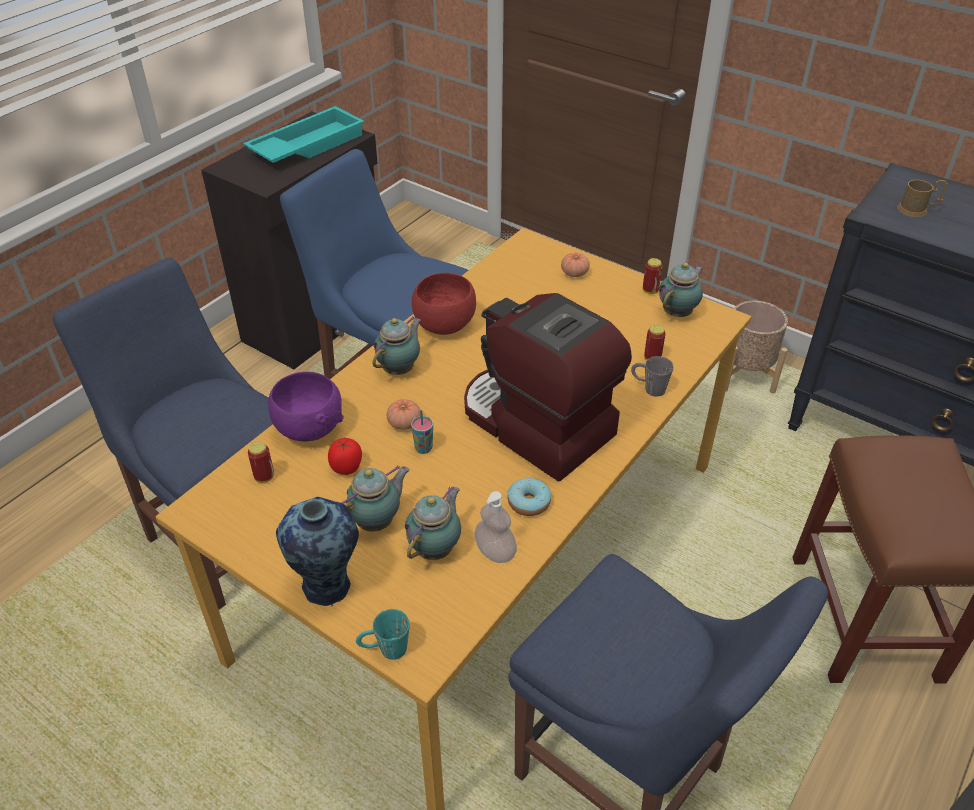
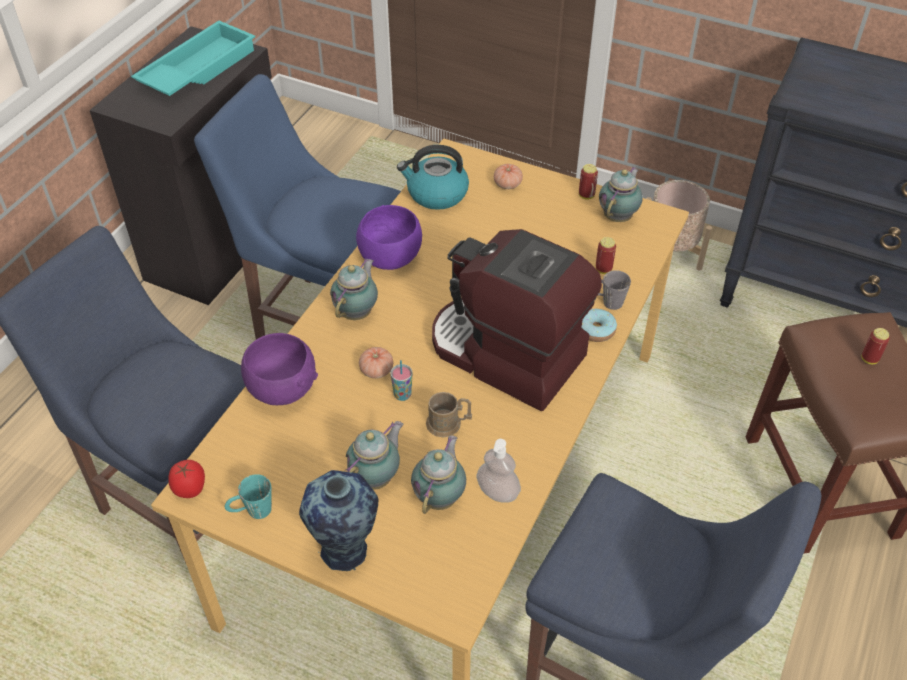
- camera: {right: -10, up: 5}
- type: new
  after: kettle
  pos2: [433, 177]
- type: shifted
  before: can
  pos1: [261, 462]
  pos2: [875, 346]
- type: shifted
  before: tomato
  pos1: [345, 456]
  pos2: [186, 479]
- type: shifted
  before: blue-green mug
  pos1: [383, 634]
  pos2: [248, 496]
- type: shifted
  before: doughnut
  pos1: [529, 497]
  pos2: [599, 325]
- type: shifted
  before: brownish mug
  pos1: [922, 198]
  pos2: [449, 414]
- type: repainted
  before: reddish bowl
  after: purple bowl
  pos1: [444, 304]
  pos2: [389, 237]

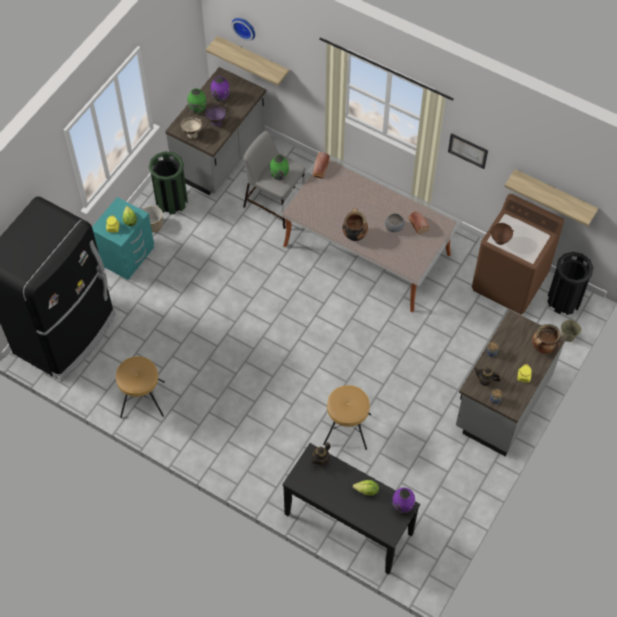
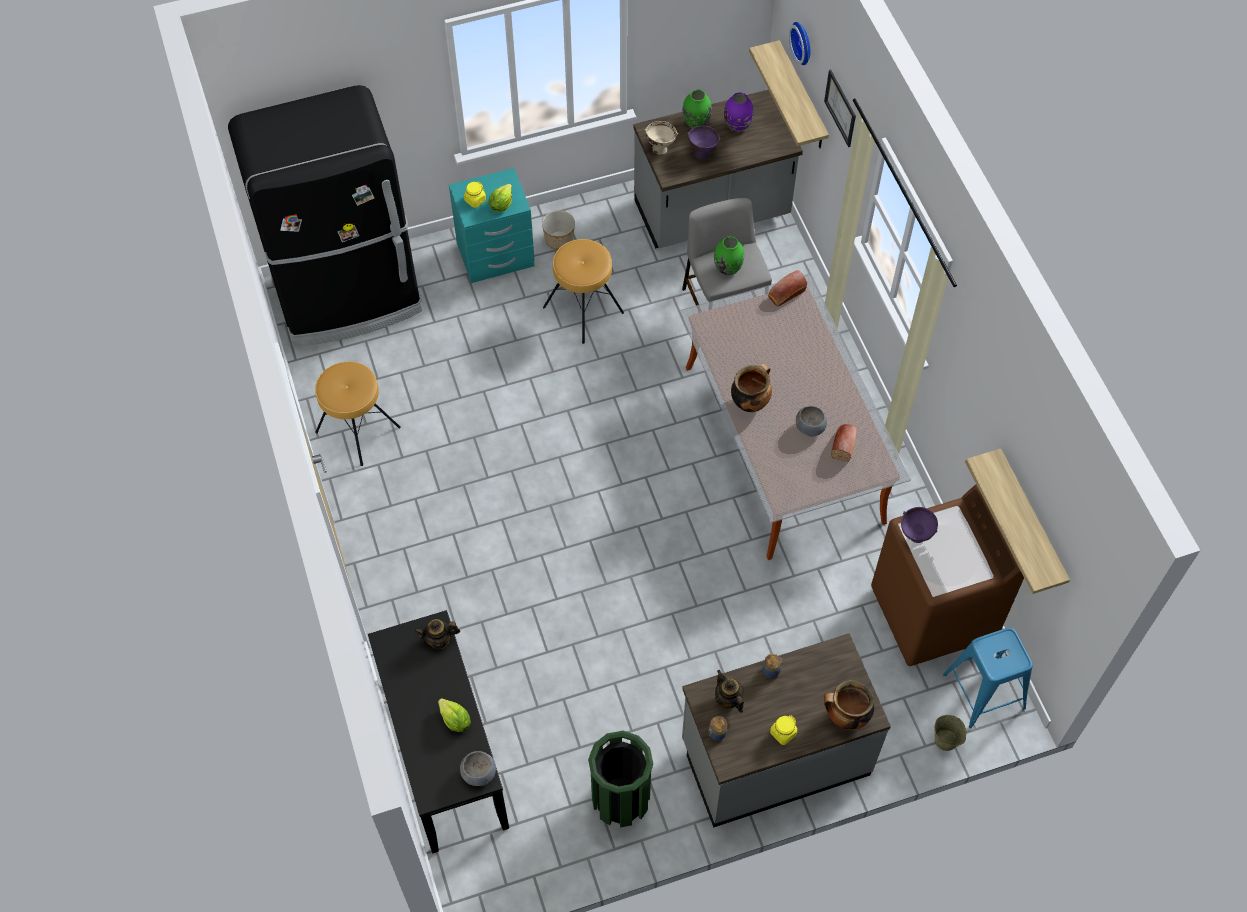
- camera: {right: 40, up: 0}
- type: shifted
  before: green rubbish bin
  pos1: [168, 182]
  pos2: [620, 779]
- type: shifted
  before: brownish stool
  pos1: [347, 417]
  pos2: [583, 291]
- type: shifted
  before: wall picture
  pos1: [468, 151]
  pos2: [840, 108]
- type: swapped
  before: purple flower vase
  after: gray bowl
  pos1: [403, 500]
  pos2: [478, 768]
- type: swapped
  before: black-coloured rubbish bin
  after: blue stool
  pos1: [570, 283]
  pos2: [988, 677]
- type: repainted
  before: brownish bowl
  after: purple bowl
  pos1: [502, 234]
  pos2: [919, 525]

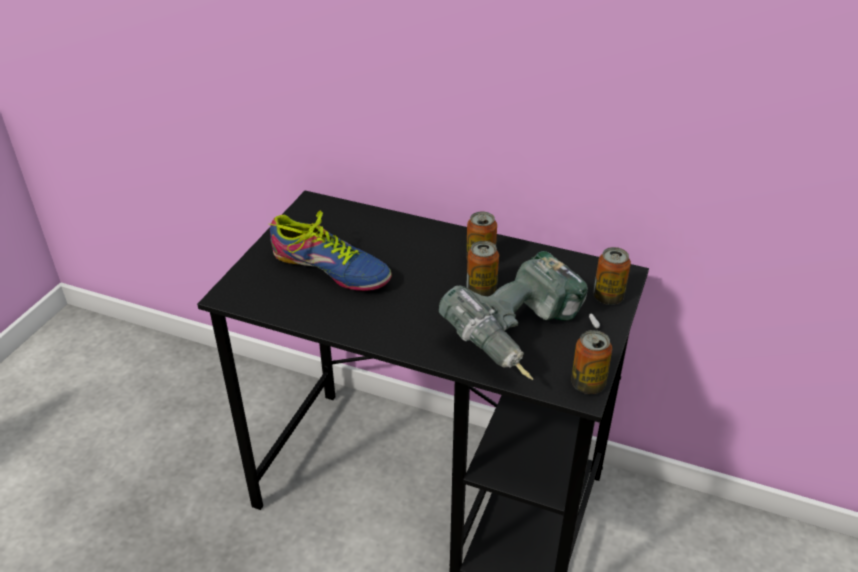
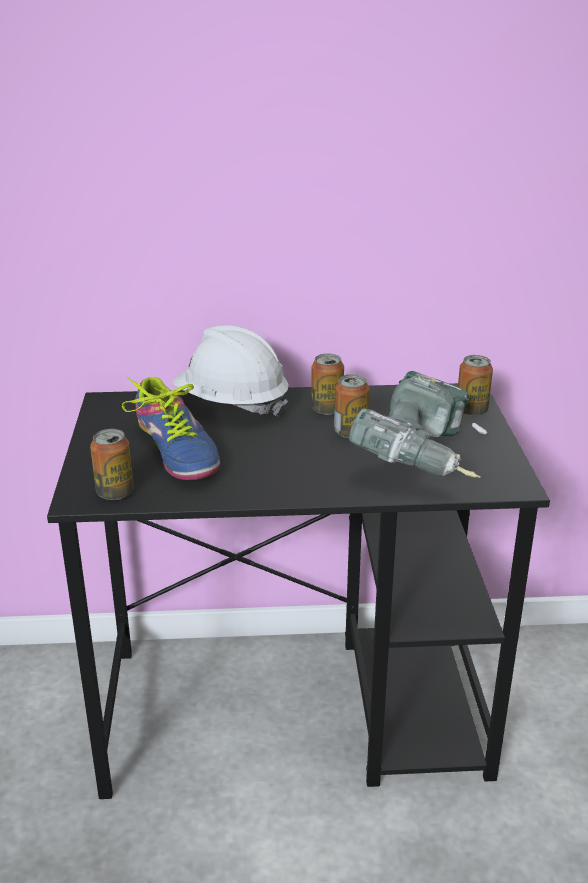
- camera: {right: -25, up: -10}
- type: new
  after: white hard hat
  pos2: [231, 371]
- type: shifted
  before: can
  pos1: [591, 362]
  pos2: [112, 464]
- type: rotated
  before: low shoe
  pos1: [330, 251]
  pos2: [171, 428]
  turn: 60

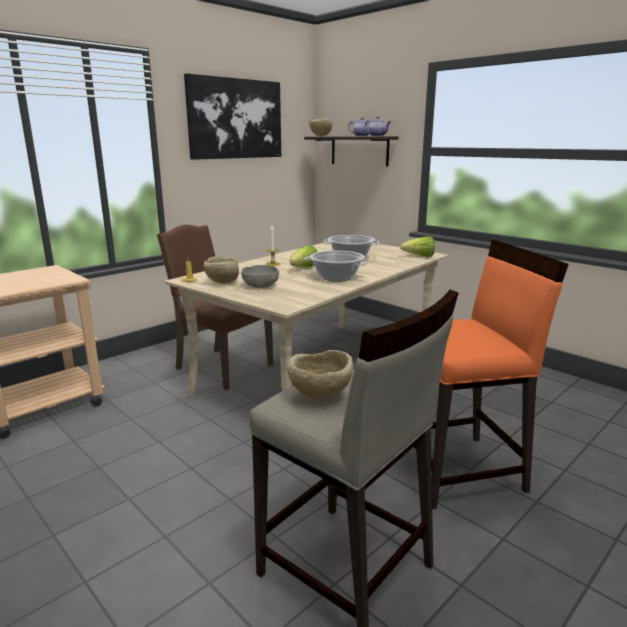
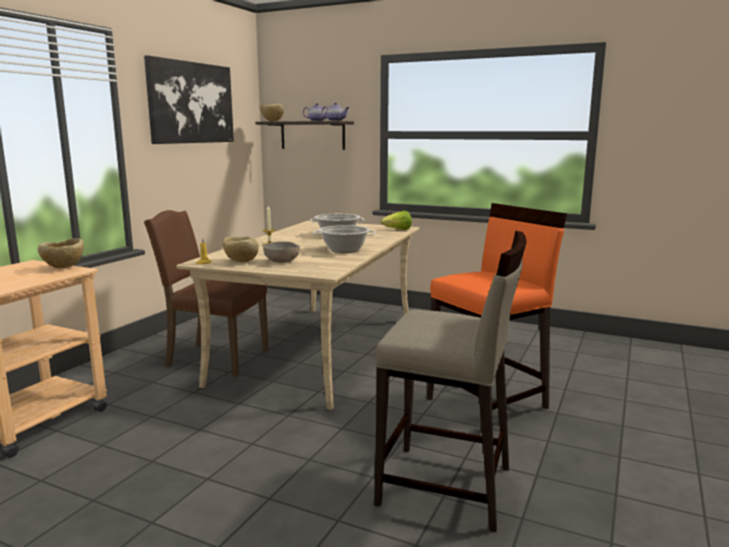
- camera: {right: -20, up: -5}
- type: gone
  before: lettuce head
  pos1: [303, 256]
- type: shifted
  before: beige bowl
  pos1: [320, 374]
  pos2: [61, 253]

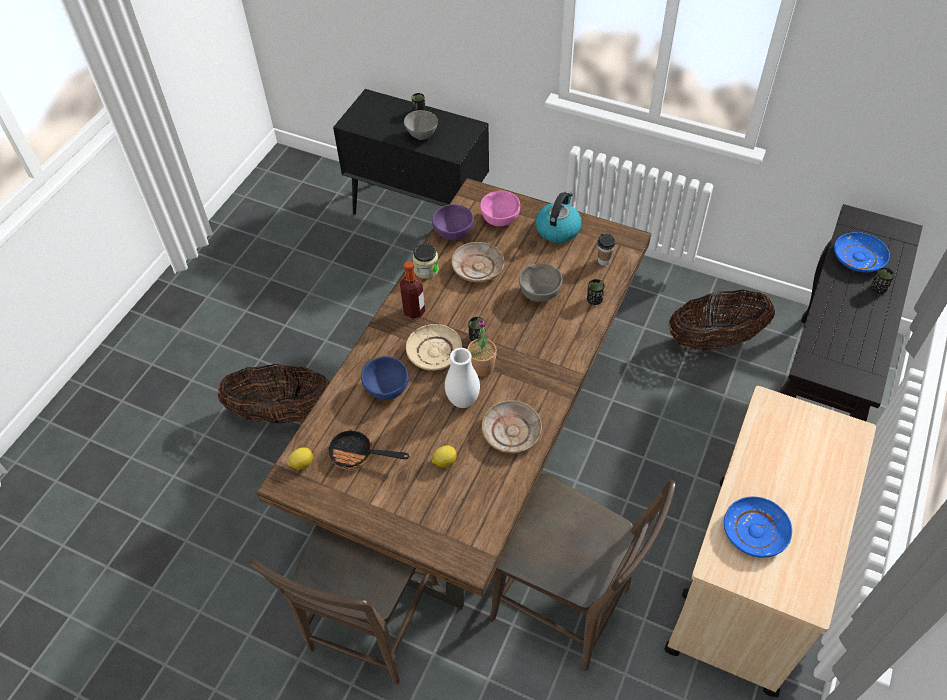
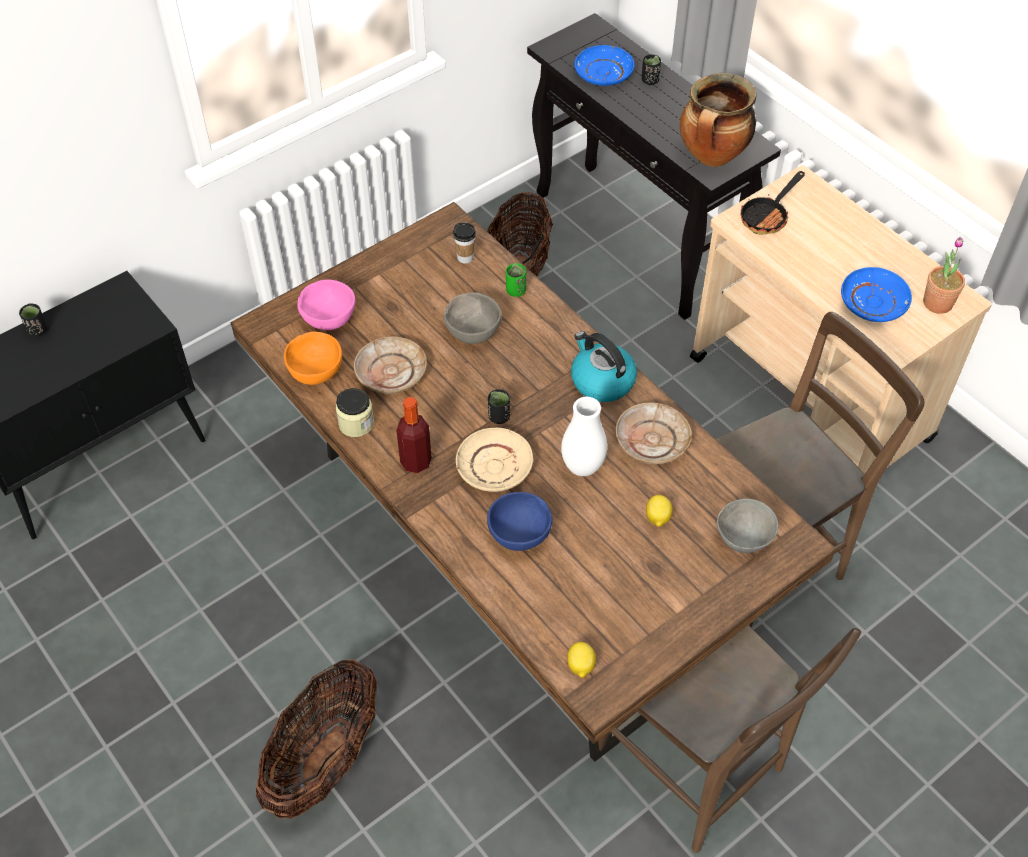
- camera: {right: -65, up: 0}
- type: new
  after: saucepot
  pos2: [718, 120]
- type: shifted
  before: frying pan
  pos1: [368, 448]
  pos2: [773, 203]
- type: shifted
  before: gray bowl
  pos1: [421, 125]
  pos2: [747, 526]
- type: shifted
  before: houseplant
  pos1: [482, 348]
  pos2: [944, 275]
- type: shifted
  before: kettle
  pos1: [558, 217]
  pos2: [604, 366]
- type: repainted
  before: purple bowl
  after: orangey bowl
  pos1: [453, 222]
  pos2: [313, 358]
- type: repainted
  before: black-coloured drinking cup
  after: green drinking cup
  pos1: [596, 292]
  pos2: [516, 280]

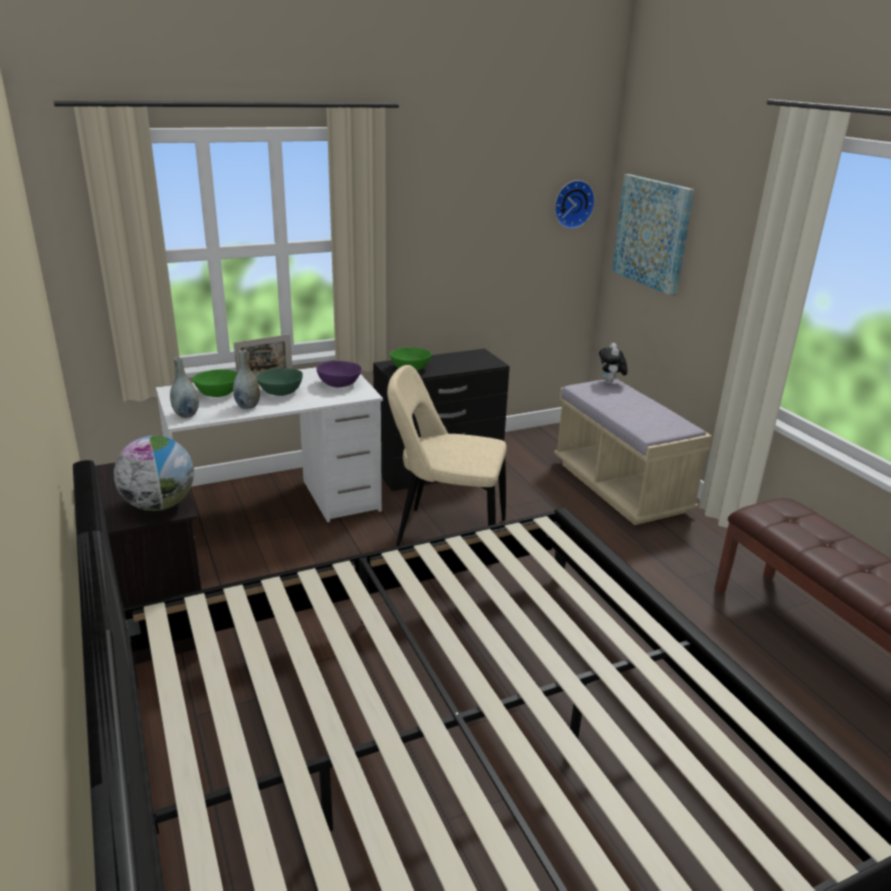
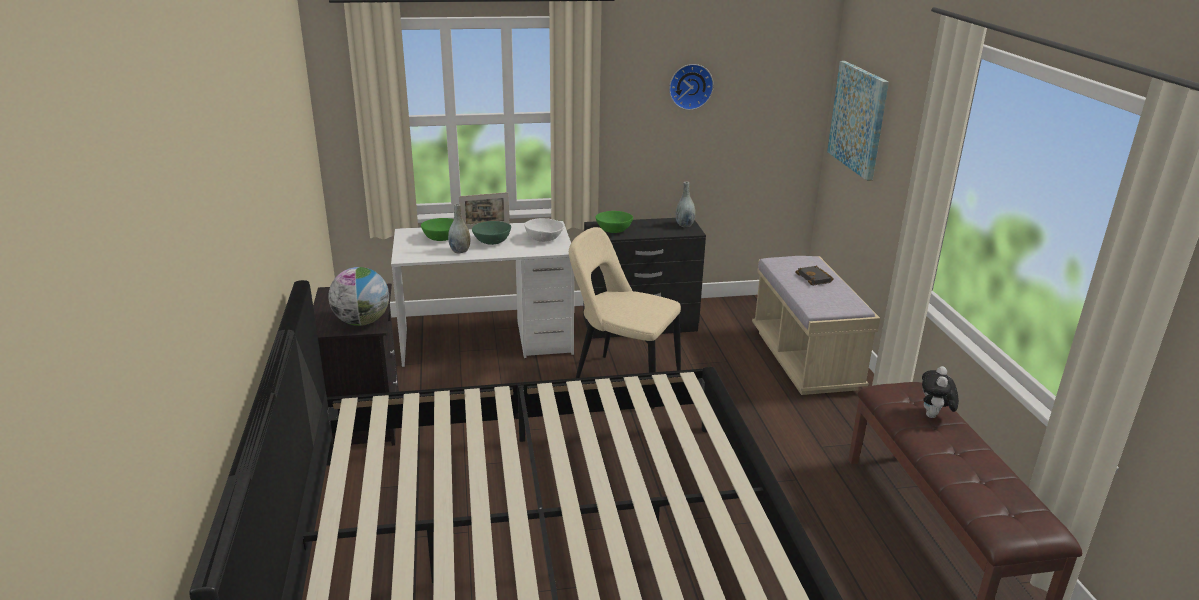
- camera: {right: 15, up: 0}
- type: new
  after: black-coloured volume
  pos2: [814, 275]
- type: shifted
  before: gray flower vase
  pos1: [184, 387]
  pos2: [686, 204]
- type: shifted
  before: hanging clock
  pos1: [574, 204]
  pos2: [691, 87]
- type: shifted
  before: soft toy
  pos1: [613, 363]
  pos2: [940, 392]
- type: repainted
  before: purple bowl
  after: white bowl
  pos1: [339, 374]
  pos2: [544, 230]

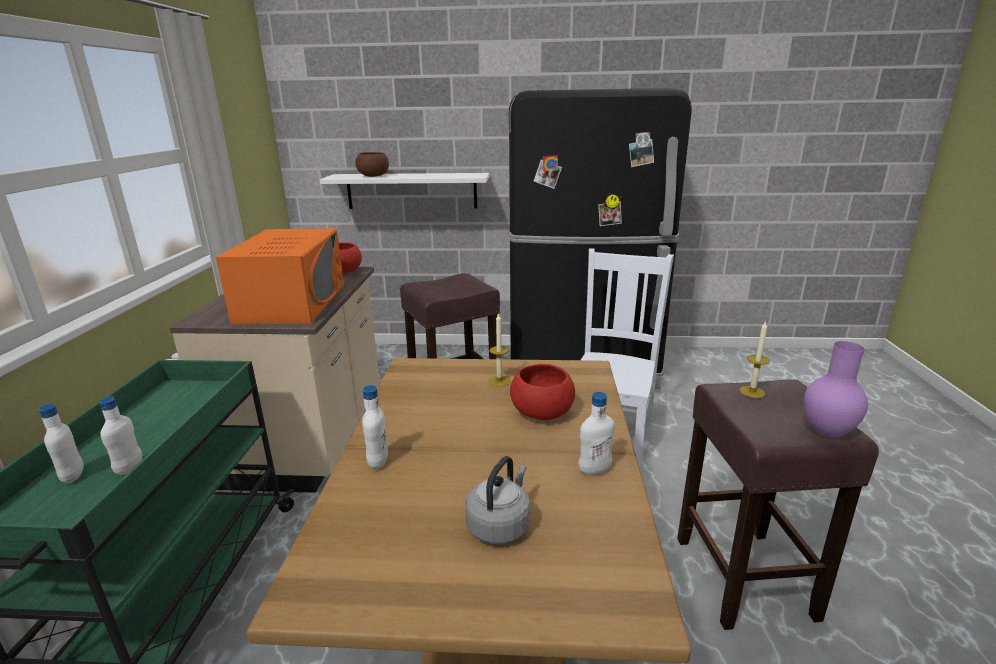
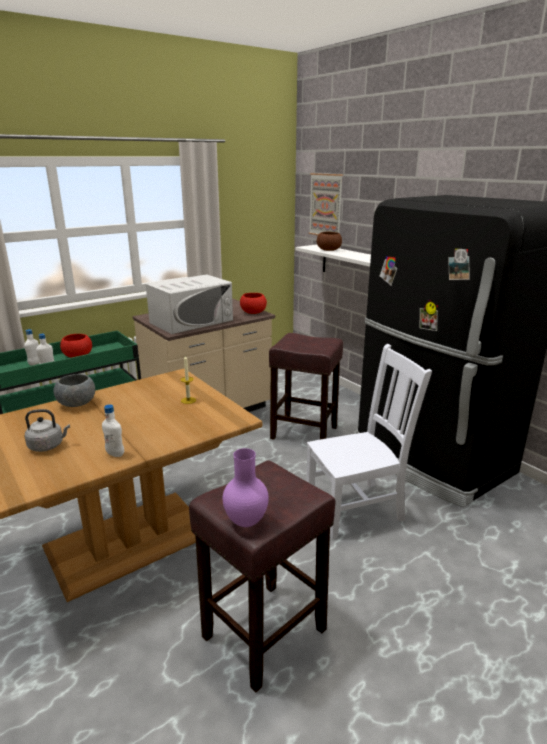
- camera: {right: 50, up: 0}
- type: gone
  before: wax light
  pos1: [755, 359]
- type: new
  after: wall picture
  pos2: [326, 204]
- type: shifted
  before: reddish bowl
  pos1: [542, 392]
  pos2: [76, 346]
- type: swapped
  before: white bottle
  after: gray bowl
  pos1: [375, 427]
  pos2: [74, 390]
- type: repainted
  before: orangey kitchen microwave
  after: white kitchen microwave
  pos1: [280, 276]
  pos2: [189, 304]

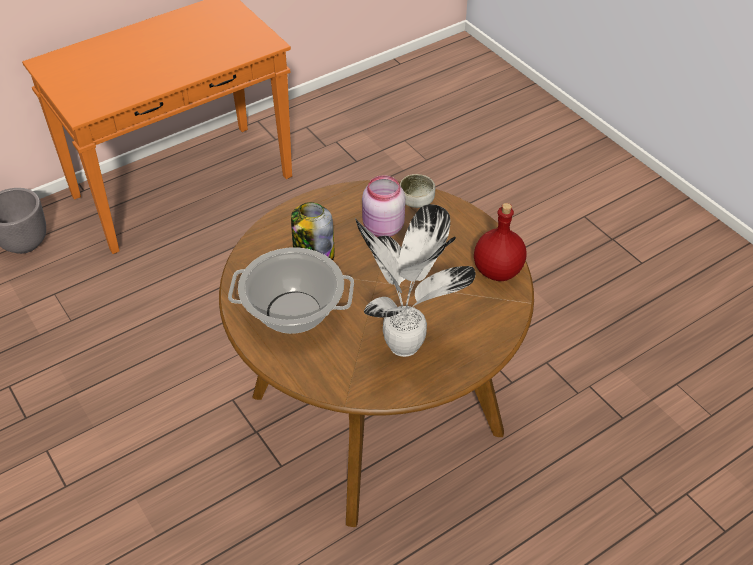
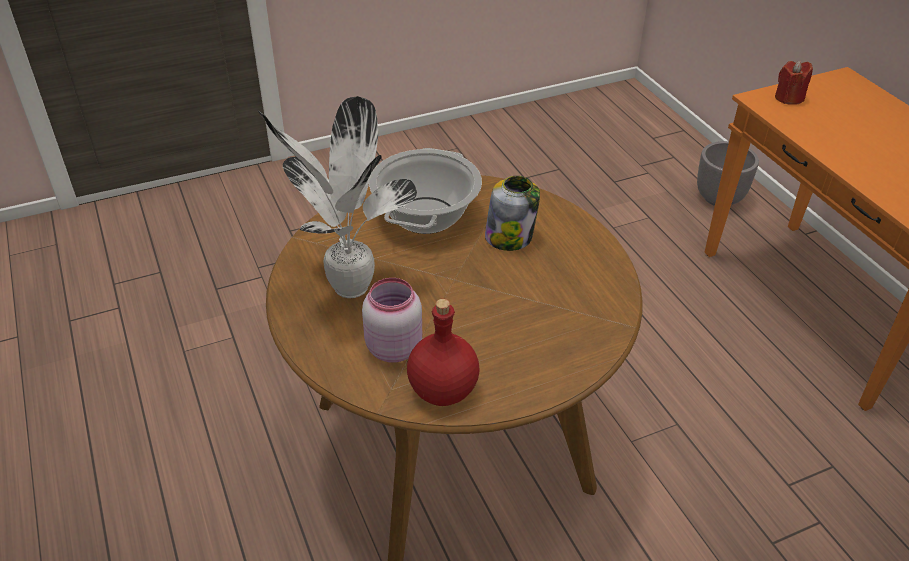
- camera: {right: 100, up: -5}
- type: gone
  before: bowl
  pos1: [417, 191]
- type: new
  after: reddish wax light
  pos2: [794, 83]
- type: shifted
  before: pink-coloured jar
  pos1: [383, 206]
  pos2: [392, 320]

